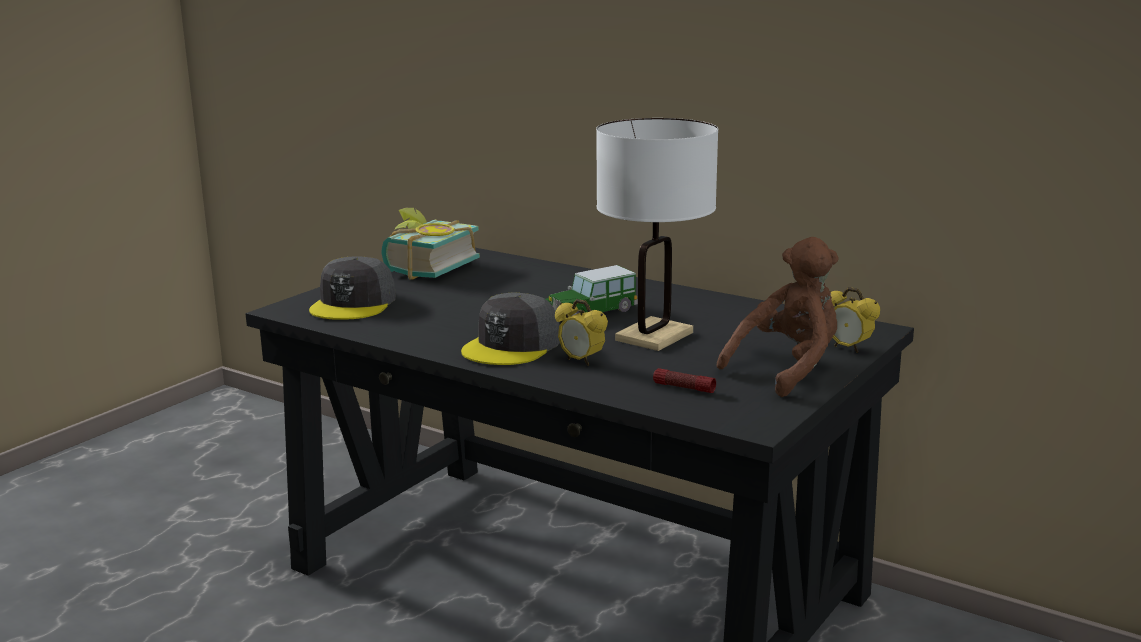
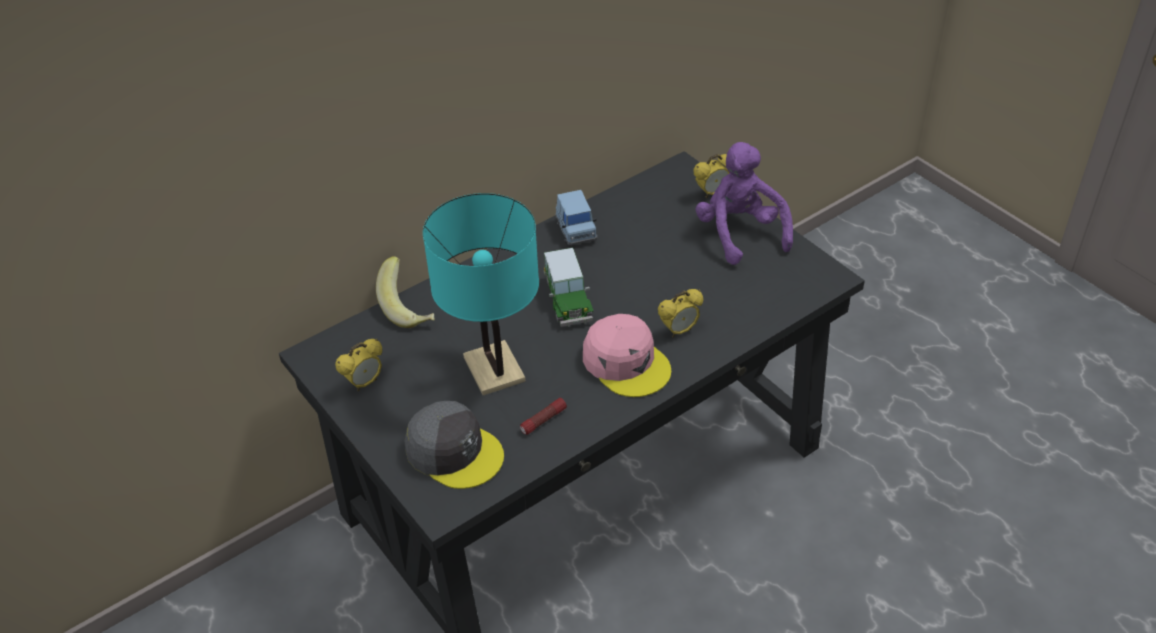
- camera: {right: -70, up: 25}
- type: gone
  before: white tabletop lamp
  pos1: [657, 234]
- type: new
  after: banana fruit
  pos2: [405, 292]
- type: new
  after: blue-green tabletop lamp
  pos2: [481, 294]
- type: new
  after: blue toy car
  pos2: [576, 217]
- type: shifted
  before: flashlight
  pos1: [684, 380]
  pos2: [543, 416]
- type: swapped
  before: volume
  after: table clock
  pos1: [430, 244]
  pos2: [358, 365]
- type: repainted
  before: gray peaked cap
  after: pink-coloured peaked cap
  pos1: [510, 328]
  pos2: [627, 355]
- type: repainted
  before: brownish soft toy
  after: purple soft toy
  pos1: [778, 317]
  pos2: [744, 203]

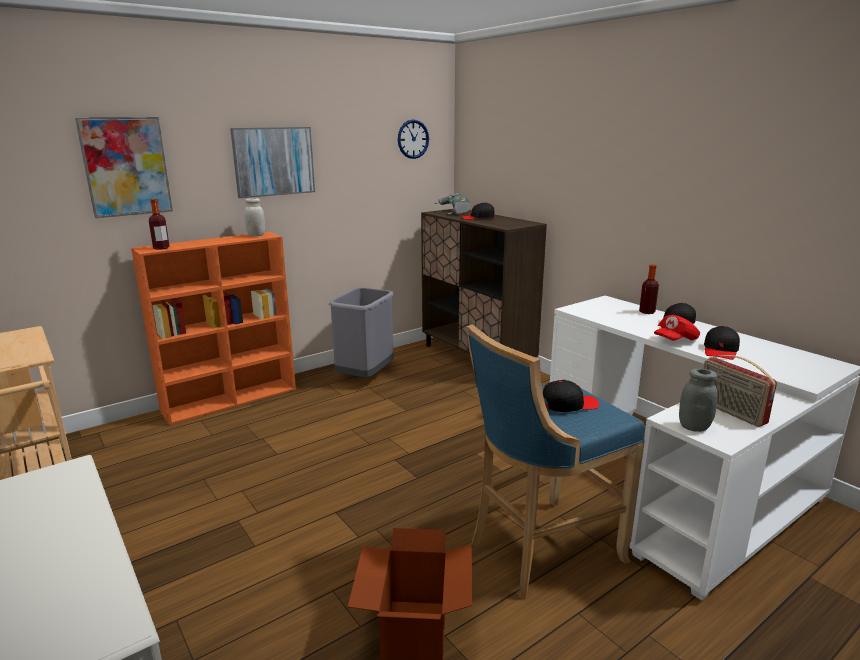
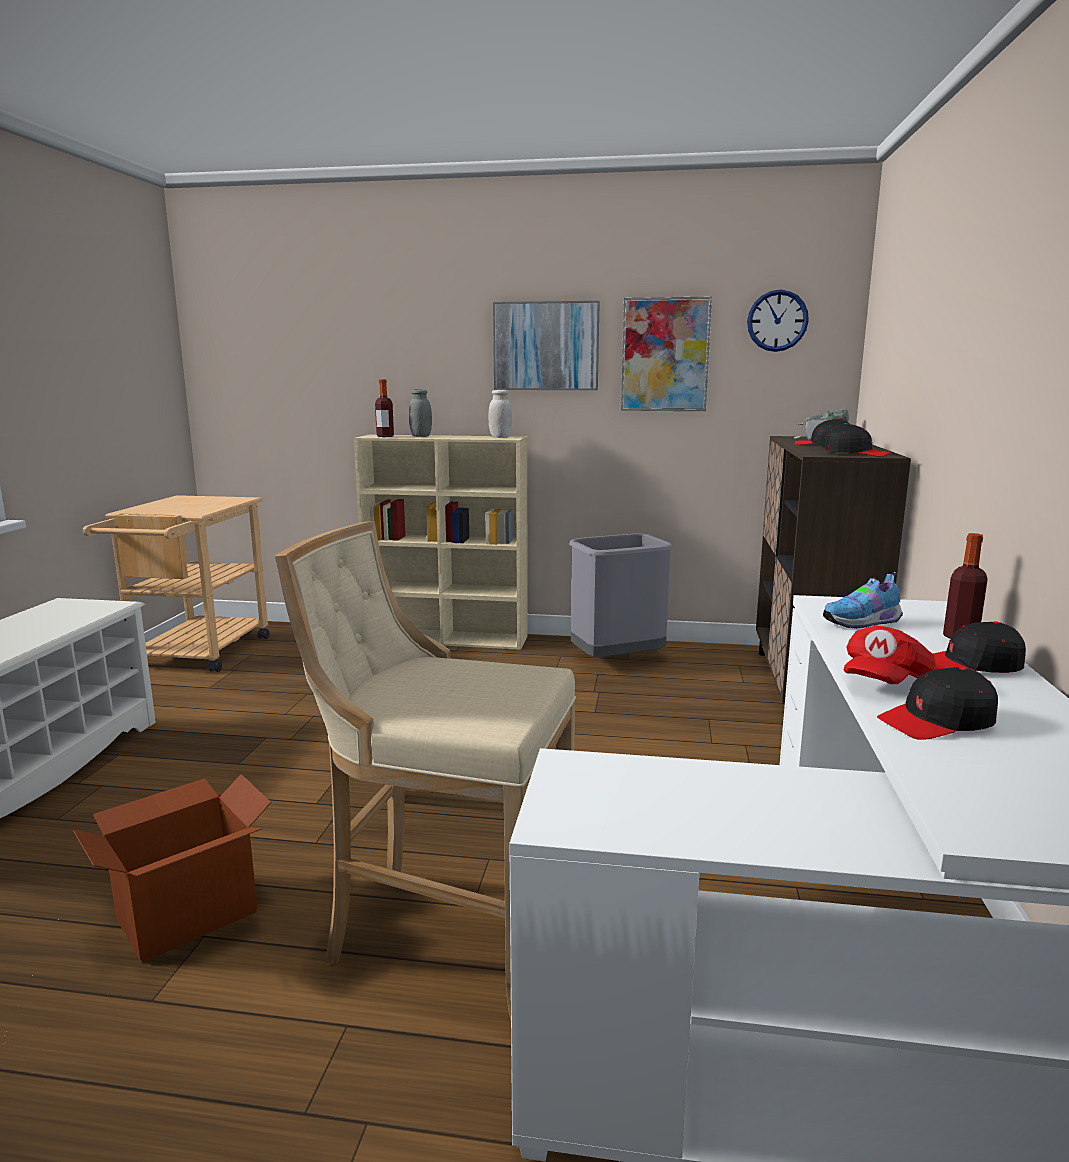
- camera: {right: 45, up: -5}
- type: gone
  before: radio
  pos1: [740, 391]
- type: new
  after: low shoe
  pos2: [863, 600]
- type: shifted
  before: wall picture
  pos1: [124, 167]
  pos2: [666, 354]
- type: shifted
  before: black-coloured peaked cap
  pos1: [571, 396]
  pos2: [858, 440]
- type: shifted
  before: gray jar
  pos1: [698, 400]
  pos2: [420, 413]
- type: repainted
  before: orangey bookcase
  after: beige bookcase
  pos1: [213, 328]
  pos2: [441, 542]
- type: repainted
  before: blue stool
  after: beige stool
  pos1: [556, 461]
  pos2: [425, 770]
- type: rotated
  before: reddish peaked cap
  pos1: [677, 327]
  pos2: [890, 655]
  turn: -60

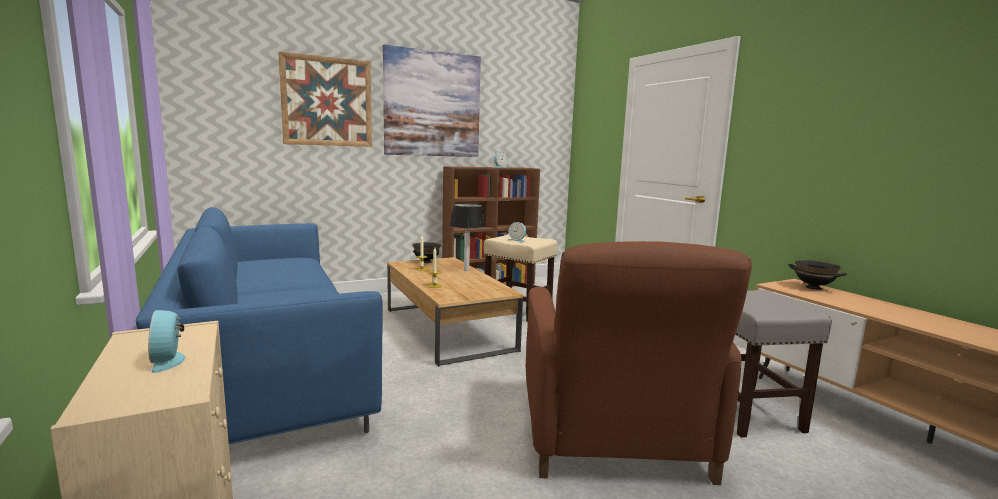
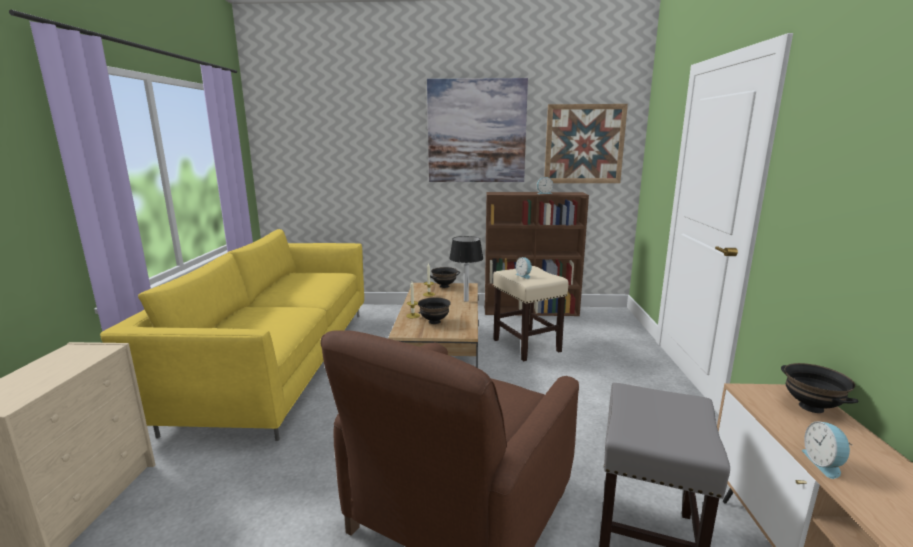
- camera: {right: 30, up: 5}
- type: new
  after: black-coloured bowl
  pos2: [434, 310]
- type: shifted
  before: table clock
  pos1: [166, 341]
  pos2: [827, 450]
- type: shifted
  before: wall picture
  pos1: [325, 99]
  pos2: [586, 143]
- type: repainted
  before: blue settee
  after: yellowish settee
  pos1: [259, 325]
  pos2: [232, 335]

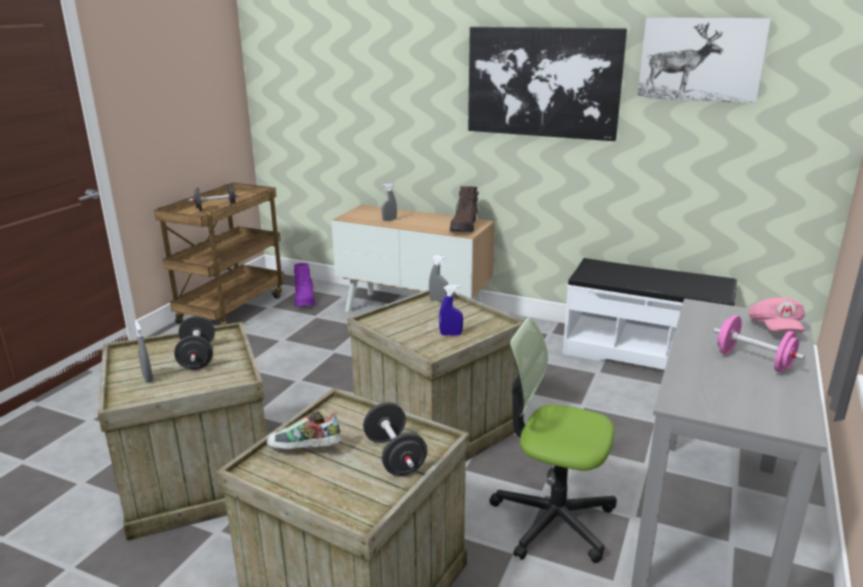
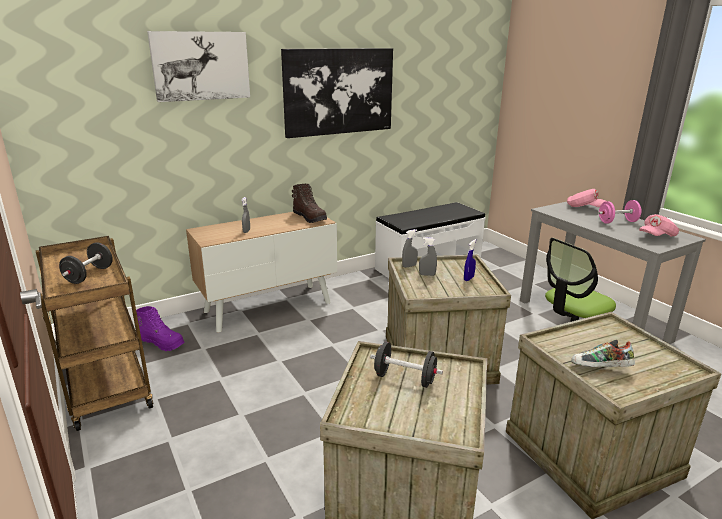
- camera: {right: -55, up: 0}
- type: gone
  before: black-coloured free weight
  pos1: [395, 439]
- type: new
  after: pink-coloured peaked cap
  pos2: [659, 225]
- type: shifted
  before: gray hand sprayer
  pos1: [144, 351]
  pos2: [428, 256]
- type: shifted
  before: wall picture
  pos1: [704, 60]
  pos2: [198, 66]
- type: rotated
  before: low shoe
  pos1: [304, 430]
  pos2: [603, 353]
  turn: 60

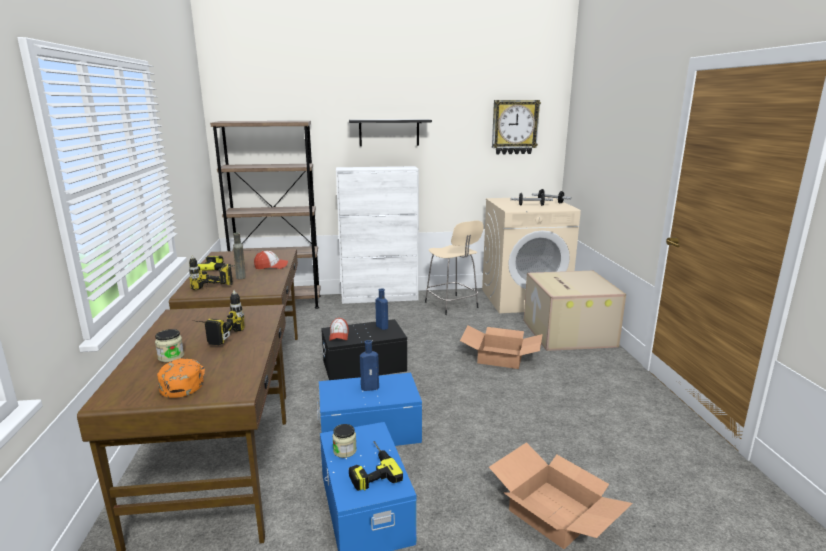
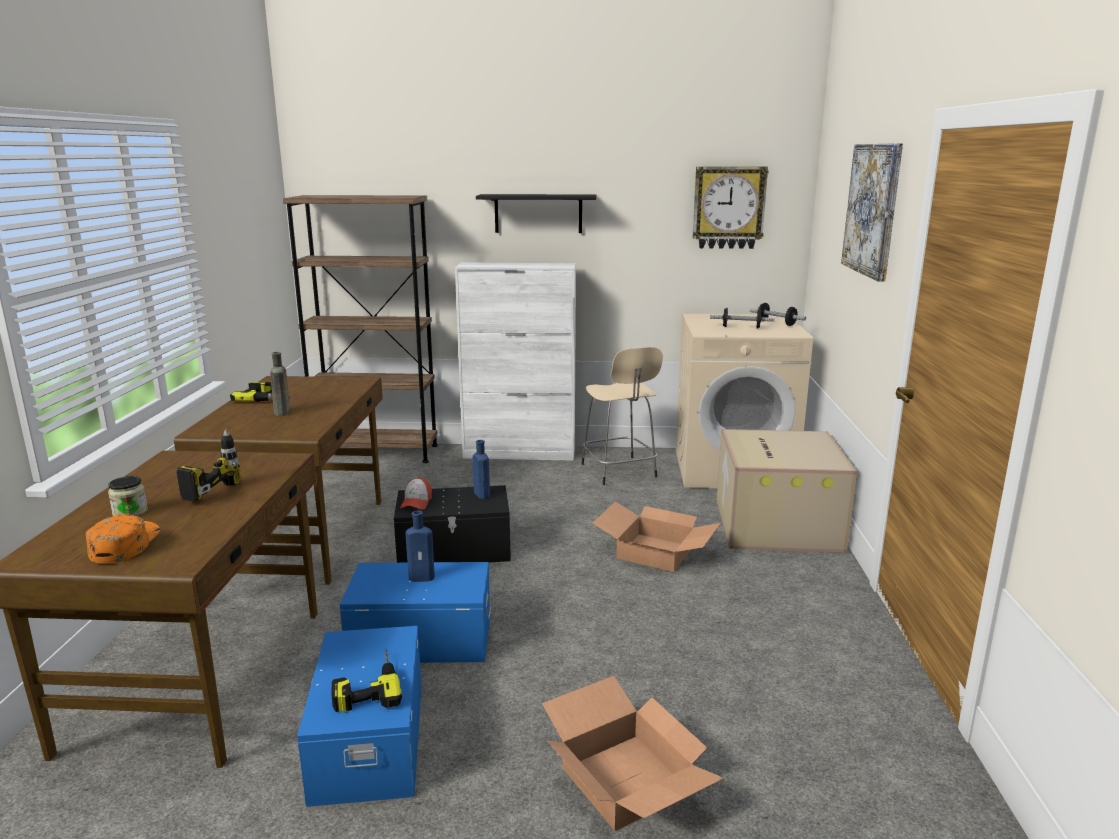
- camera: {right: 10, up: 0}
- type: gone
  before: drill
  pos1: [211, 272]
- type: gone
  before: peaked cap
  pos1: [271, 260]
- type: gone
  before: jar
  pos1: [344, 441]
- type: new
  after: wall picture
  pos2: [872, 212]

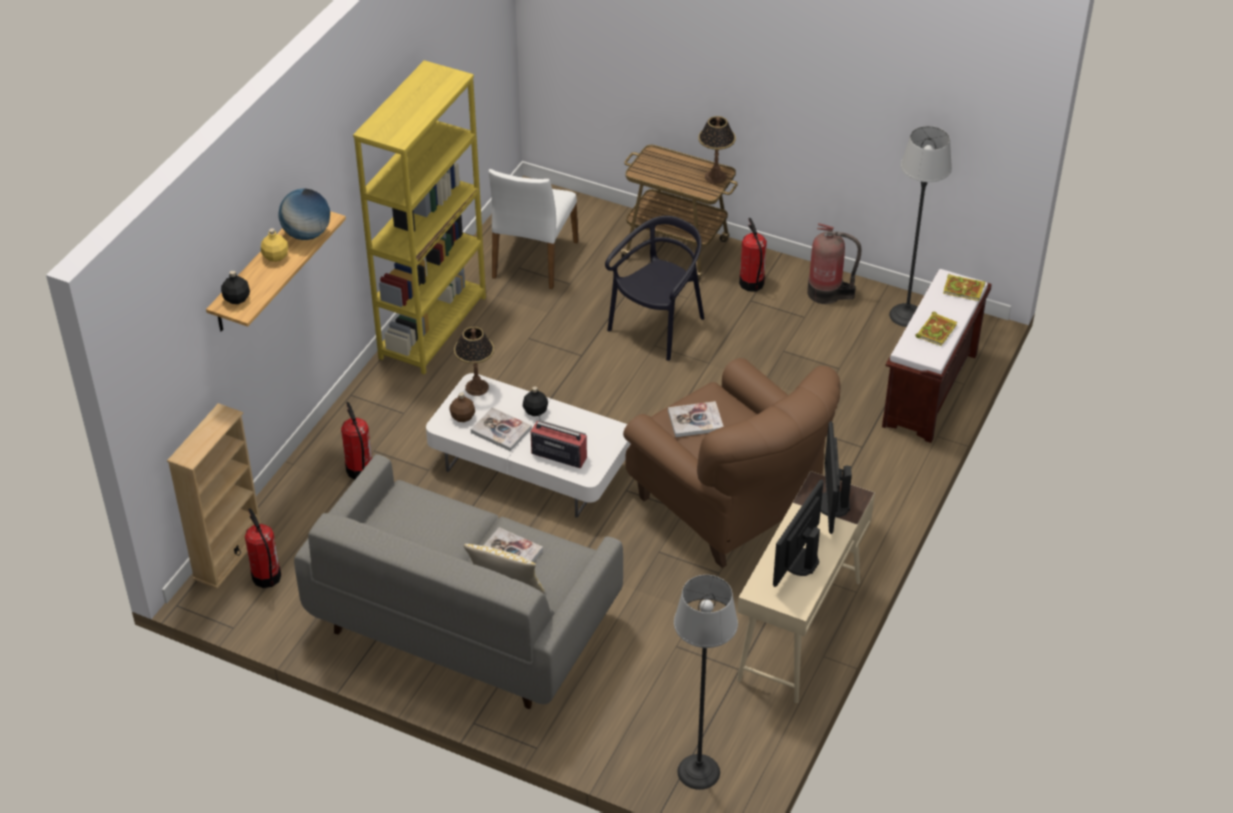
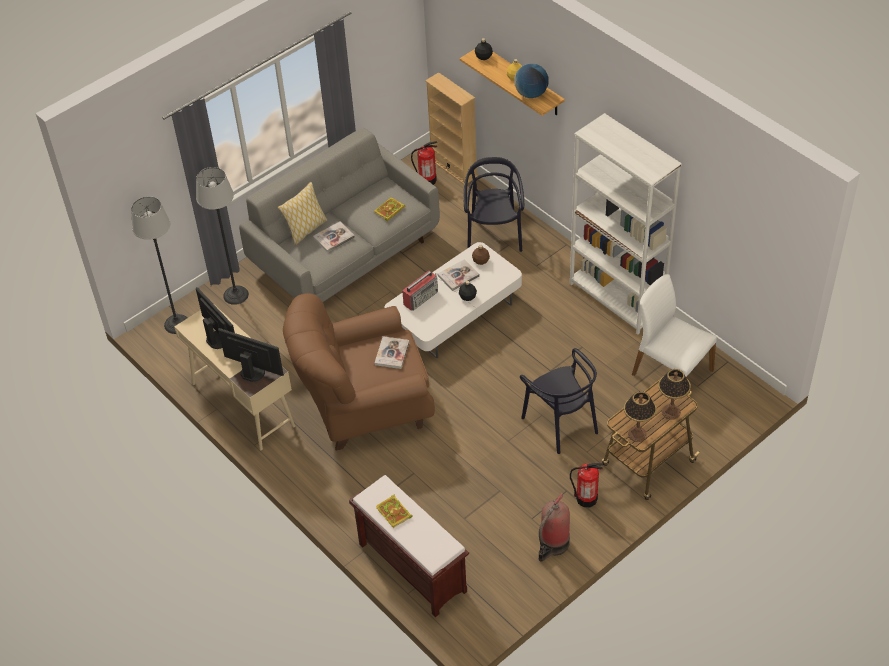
- camera: {right: 115, up: 5}
- type: shifted
  before: tabletop lamp
  pos1: [474, 361]
  pos2: [674, 394]
- type: shifted
  before: standard lamp
  pos1: [920, 226]
  pos2: [222, 236]
- type: shifted
  before: volume
  pos1: [964, 287]
  pos2: [390, 209]
- type: swapped
  before: extinguisher
  after: black-coloured plain chair
  pos1: [356, 440]
  pos2: [494, 204]
- type: repainted
  before: yellowish bookcase
  after: white bookcase
  pos1: [419, 217]
  pos2: [626, 224]

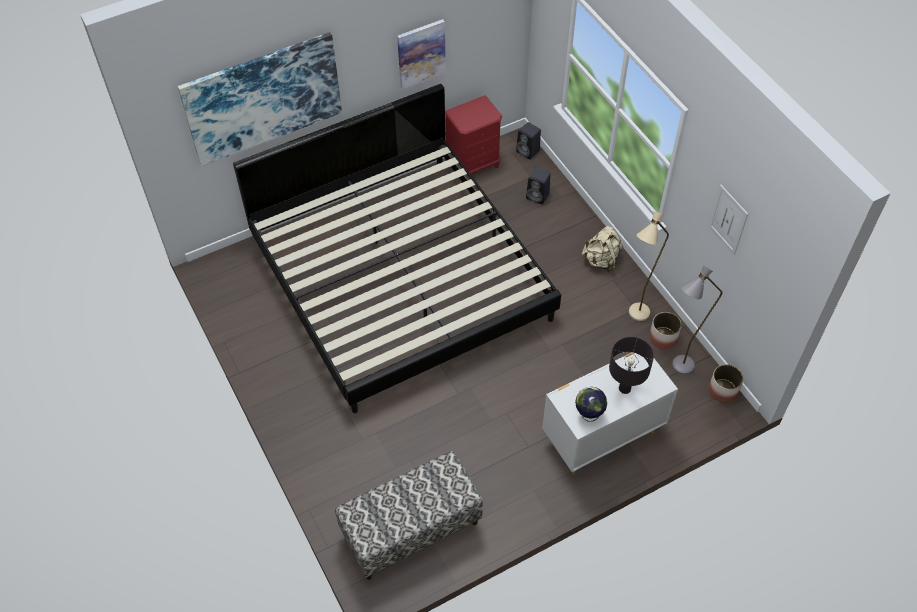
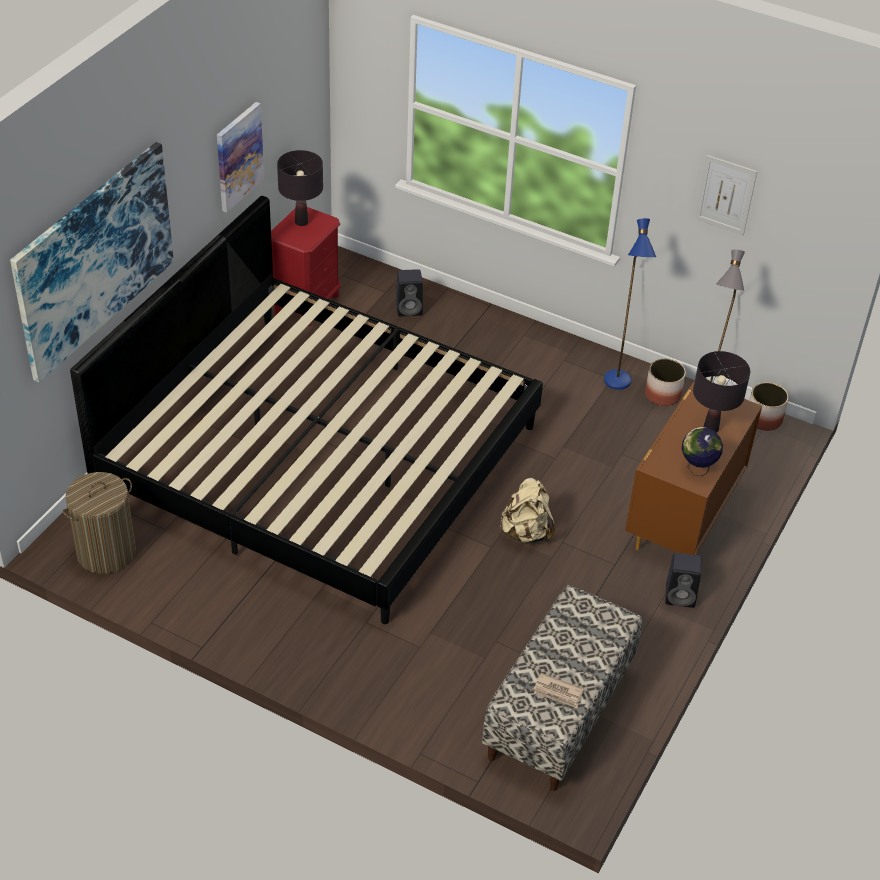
- camera: {right: -35, up: -10}
- type: new
  after: hamper
  pos2: [99, 523]
- type: new
  after: black-coloured tabletop lamp
  pos2: [300, 188]
- type: new
  after: newspaper
  pos2: [558, 690]
- type: shifted
  before: black-coloured audio speaker
  pos1: [528, 140]
  pos2: [683, 580]
- type: shifted
  before: beige rucksack
  pos1: [602, 249]
  pos2: [527, 510]
- type: repainted
  before: white chest of drawers
  after: brownish chest of drawers
  pos1: [610, 413]
  pos2: [693, 467]
- type: repainted
  before: beige standard lamp
  after: blue standard lamp
  pos1: [649, 266]
  pos2: [630, 304]

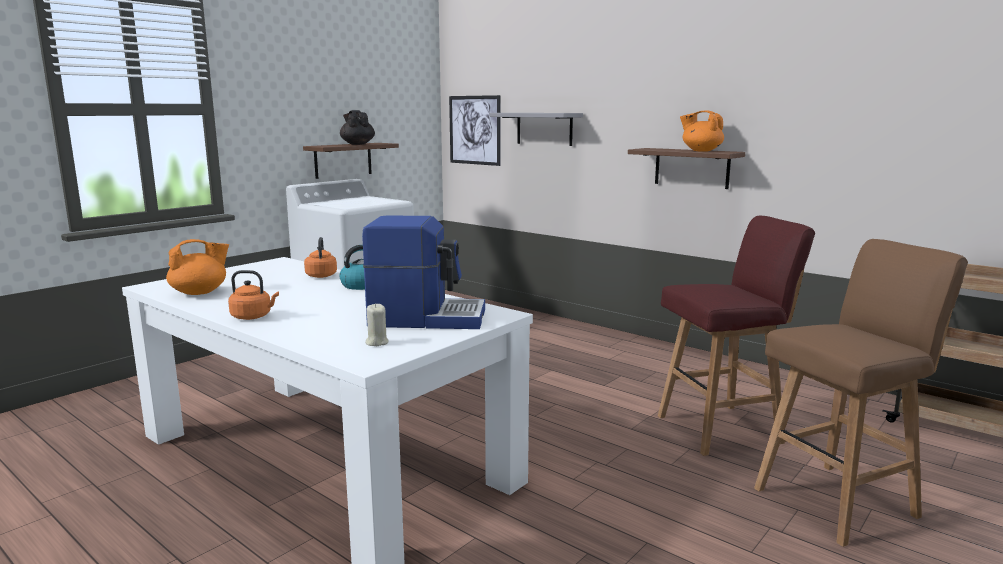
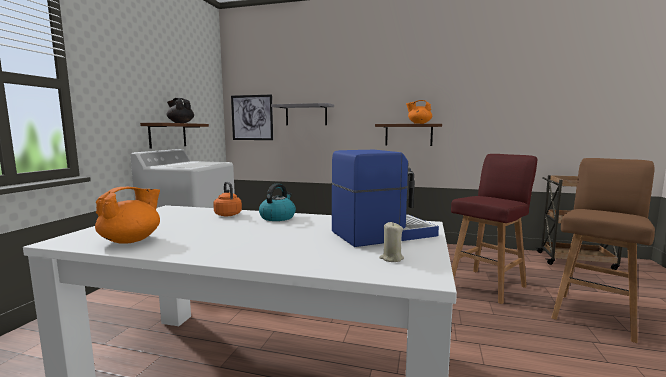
- camera: {right: -25, up: -5}
- type: gone
  before: orangey kettle
  pos1: [253, 295]

